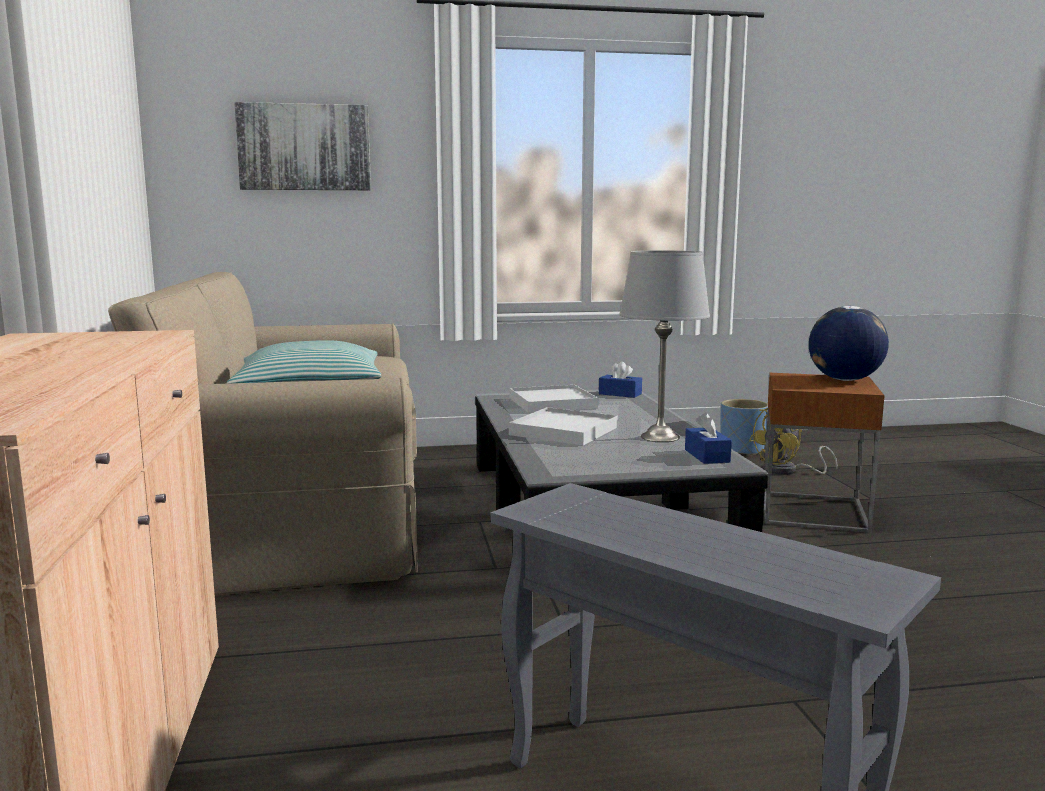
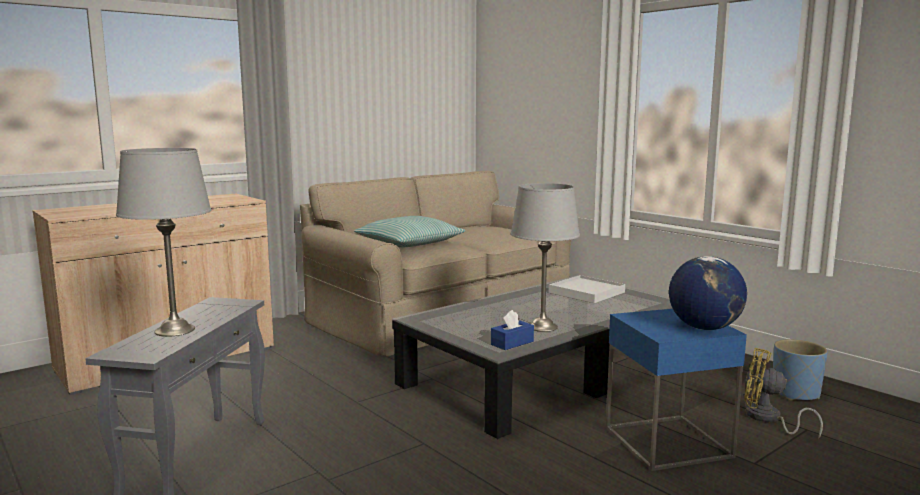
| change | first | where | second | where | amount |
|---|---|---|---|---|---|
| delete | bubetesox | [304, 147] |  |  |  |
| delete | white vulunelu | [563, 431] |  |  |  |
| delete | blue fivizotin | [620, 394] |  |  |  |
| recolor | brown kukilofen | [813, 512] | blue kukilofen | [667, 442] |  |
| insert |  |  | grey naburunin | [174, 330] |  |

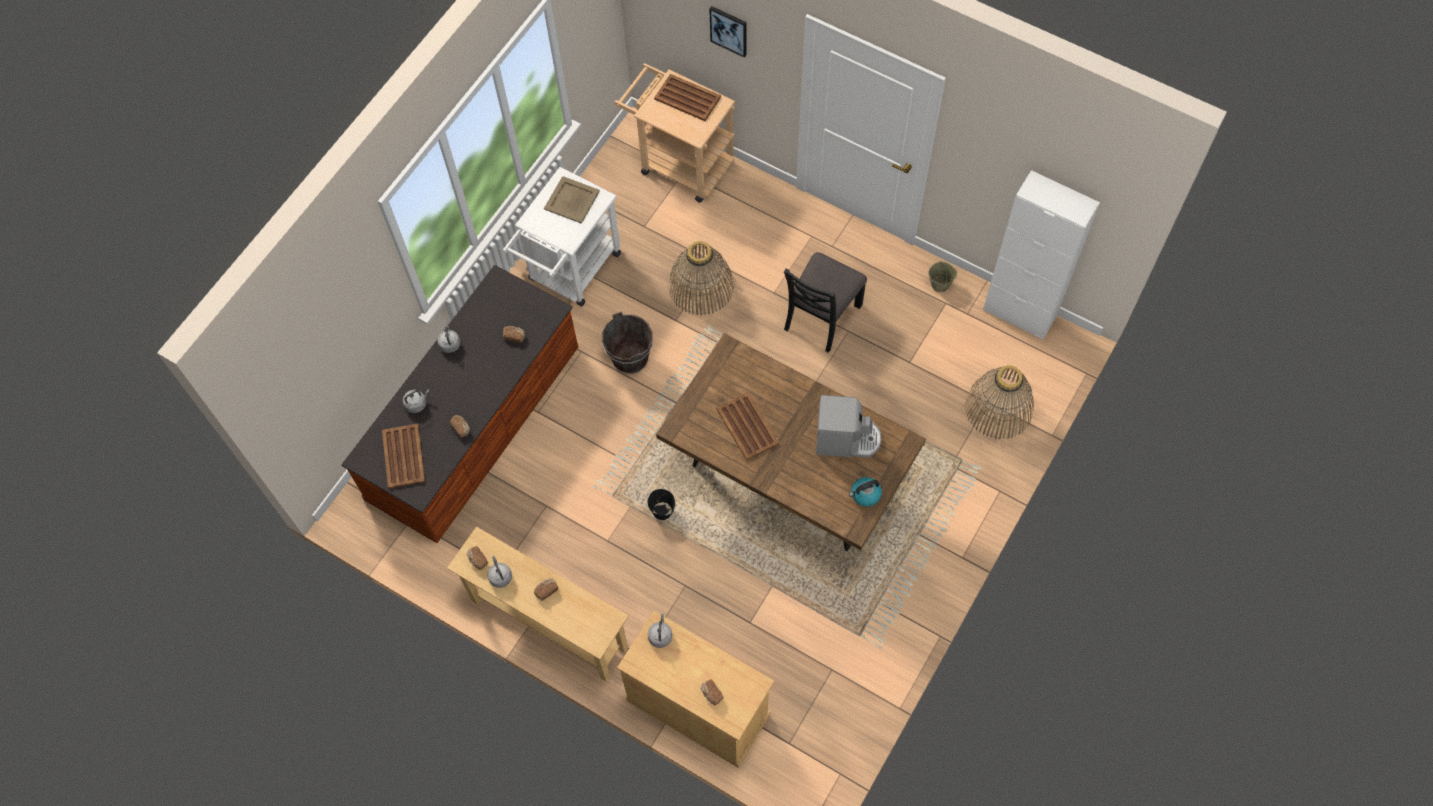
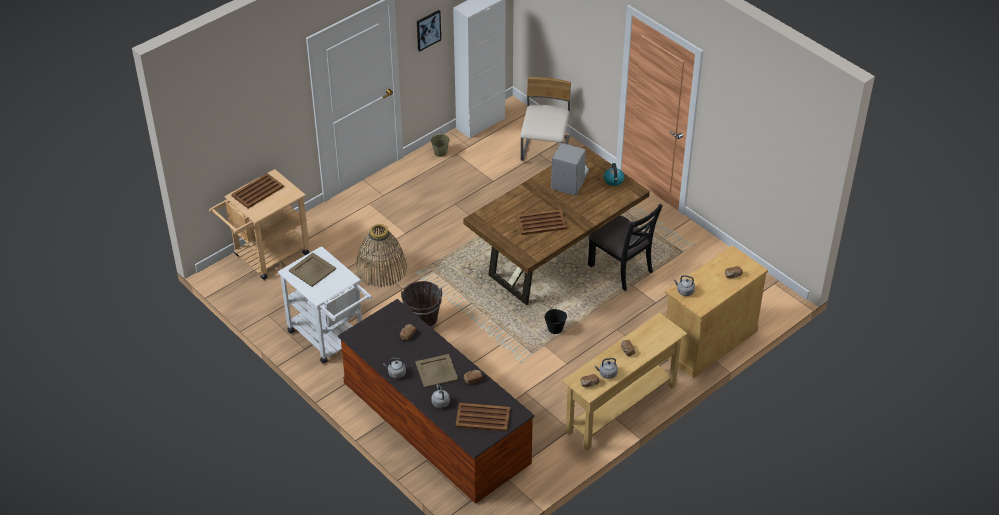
| change | first | where | second | where | amount |
|---|---|---|---|---|---|
| move | bubetesox | [729, 30] |  | [428, 30] |  |
| move | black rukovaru | [821, 317] |  | [621, 268] |  |
| replace | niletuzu | [998, 408] | beige rukovaru | [545, 150] |  |
| insert |  |  | beige vulunelu | [437, 371] |  |

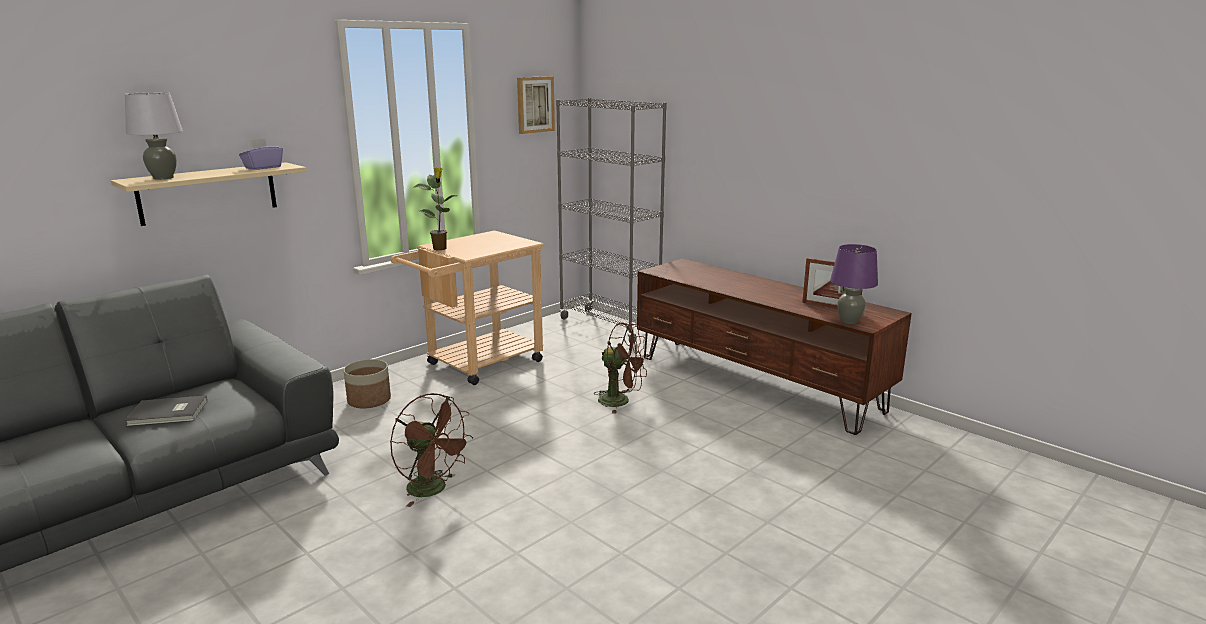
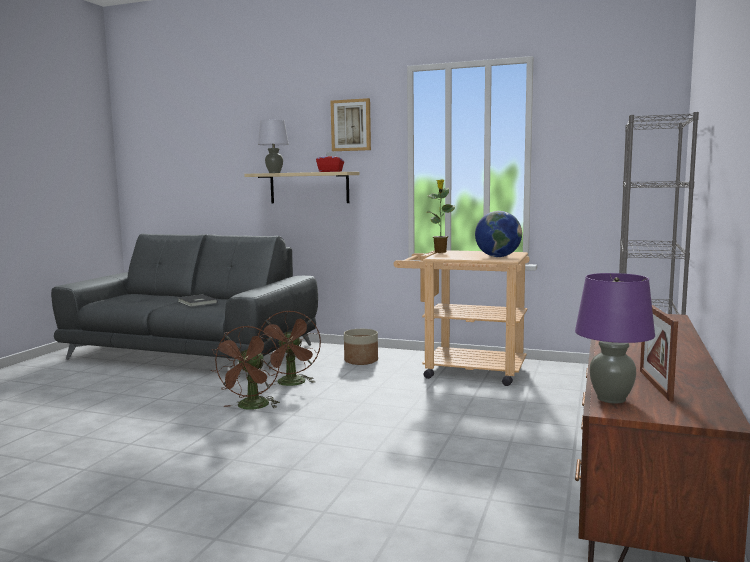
| change | first | where | second | where | amount |
|---|---|---|---|---|---|
| recolor | purple fivizotin | [263, 167] | red fivizotin | [330, 171] |  |
| move | bubetesox | [535, 104] |  | [351, 125] |  |
| move | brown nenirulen | [621, 401] |  | [292, 384] |  |
| insert |  |  | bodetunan | [497, 257] |  |

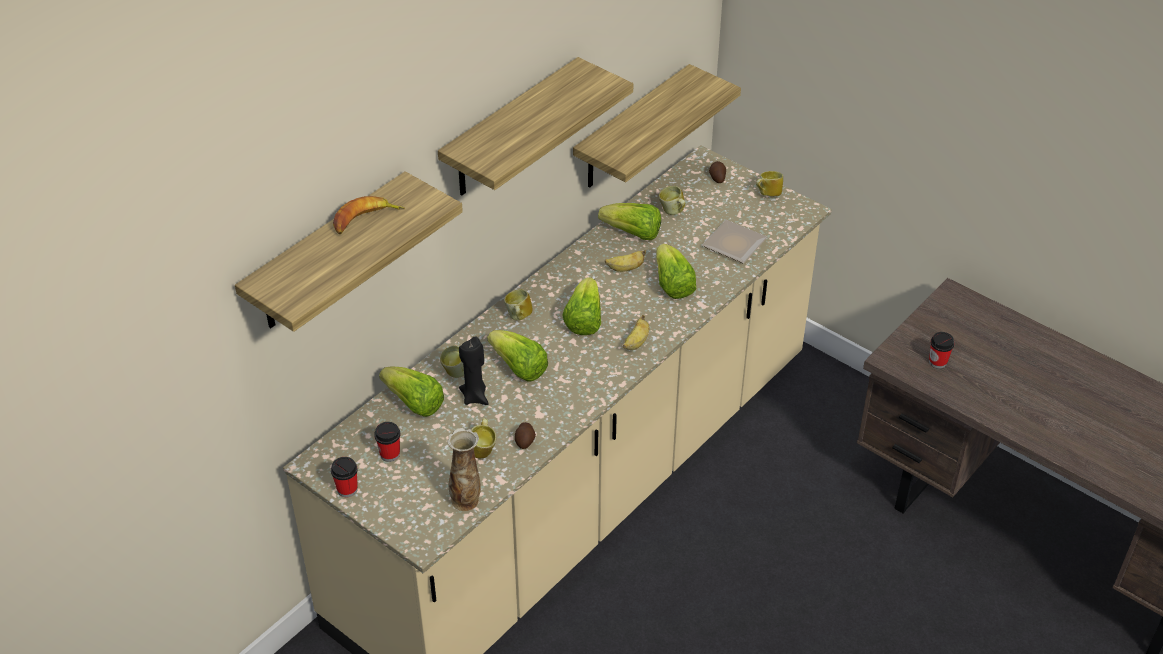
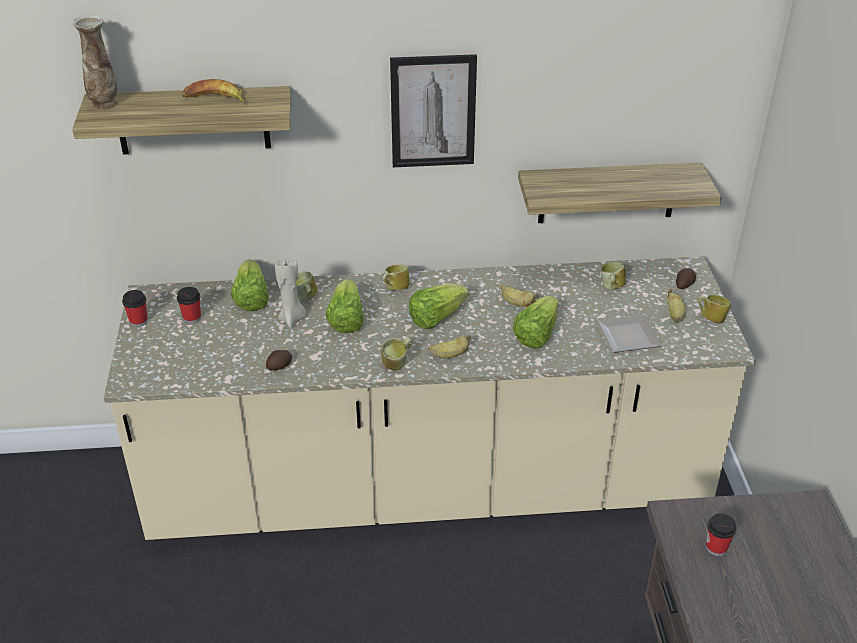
| change | first | where | second | where | amount |
|---|---|---|---|---|---|
| replace | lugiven | [511, 130] | bubetesox | [433, 111] |  |
| move | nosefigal | [466, 500] |  | [104, 104] |  |
| recolor | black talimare | [475, 396] | beige talimare | [292, 319] |  |
| move | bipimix | [483, 449] |  | [397, 364] |  |
| delete | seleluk | [632, 233] |  |  |  |
| insert |  |  | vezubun | [674, 315] |  |

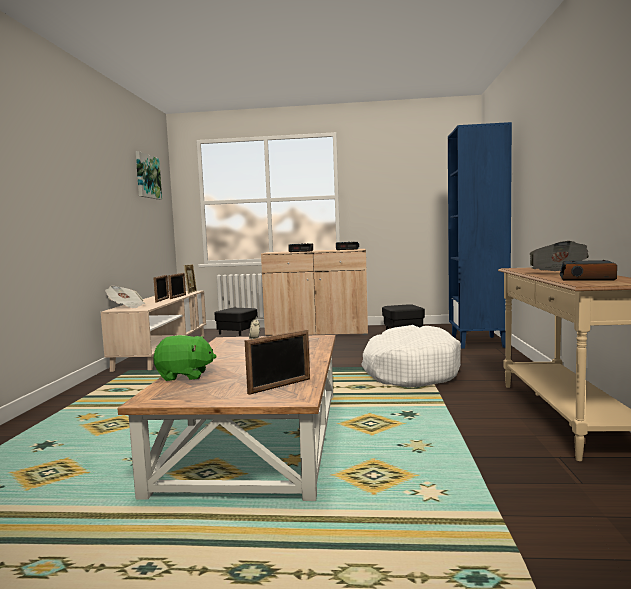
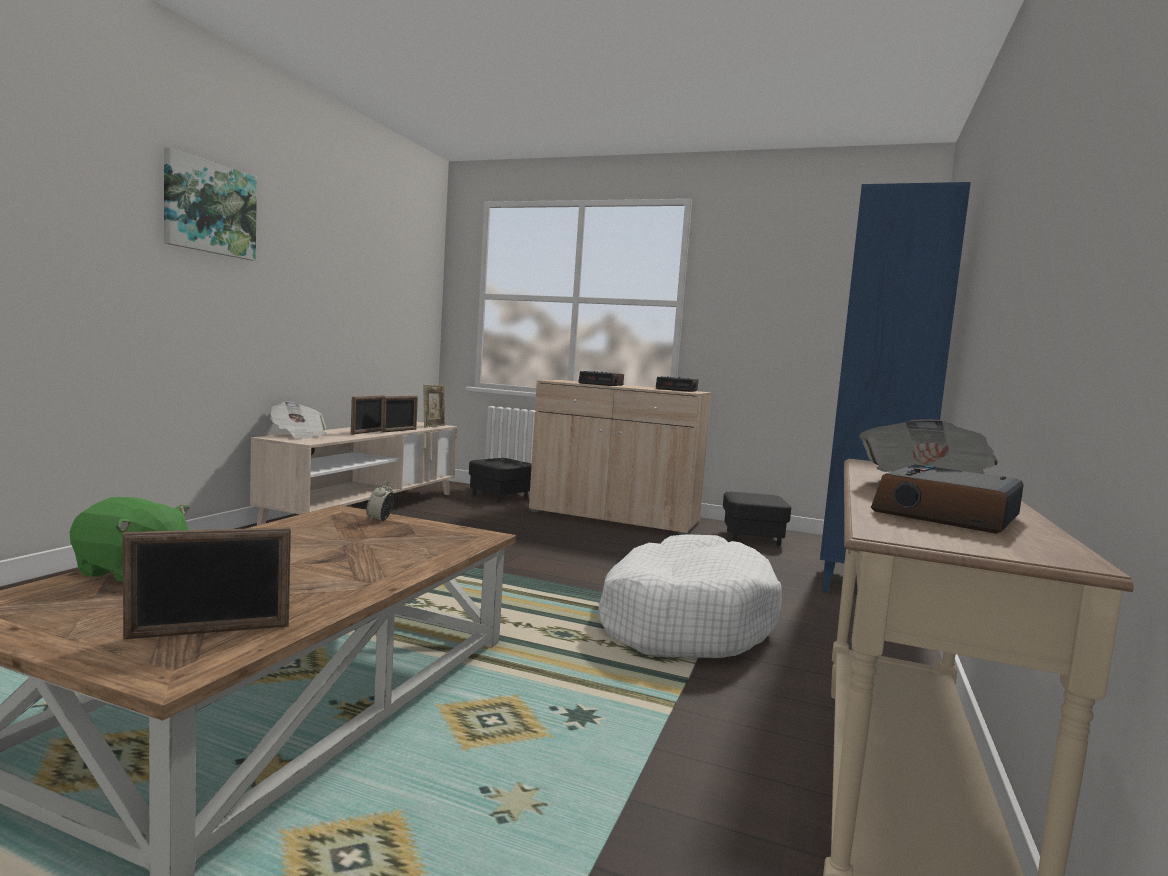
| change | first | where | second | where | amount |
|---|---|---|---|---|---|
| move | bubetesox | [147, 176] |  | [209, 208] |  |

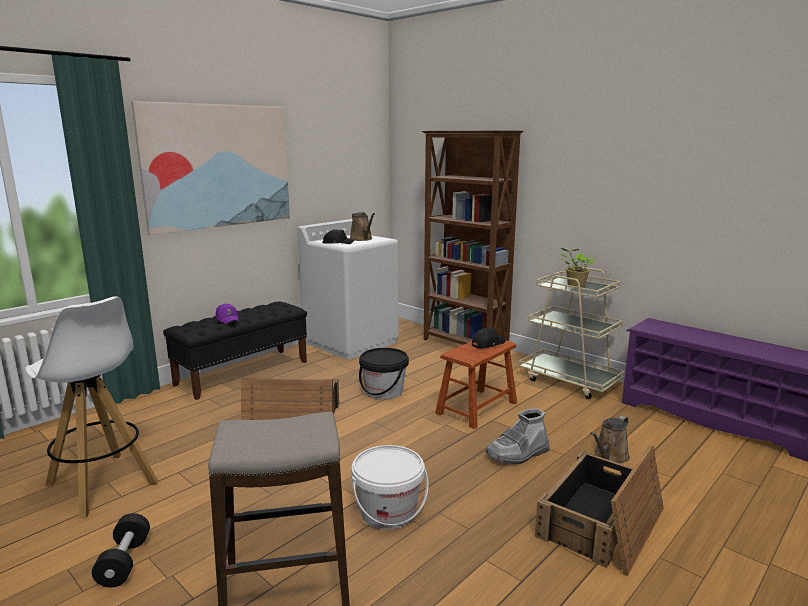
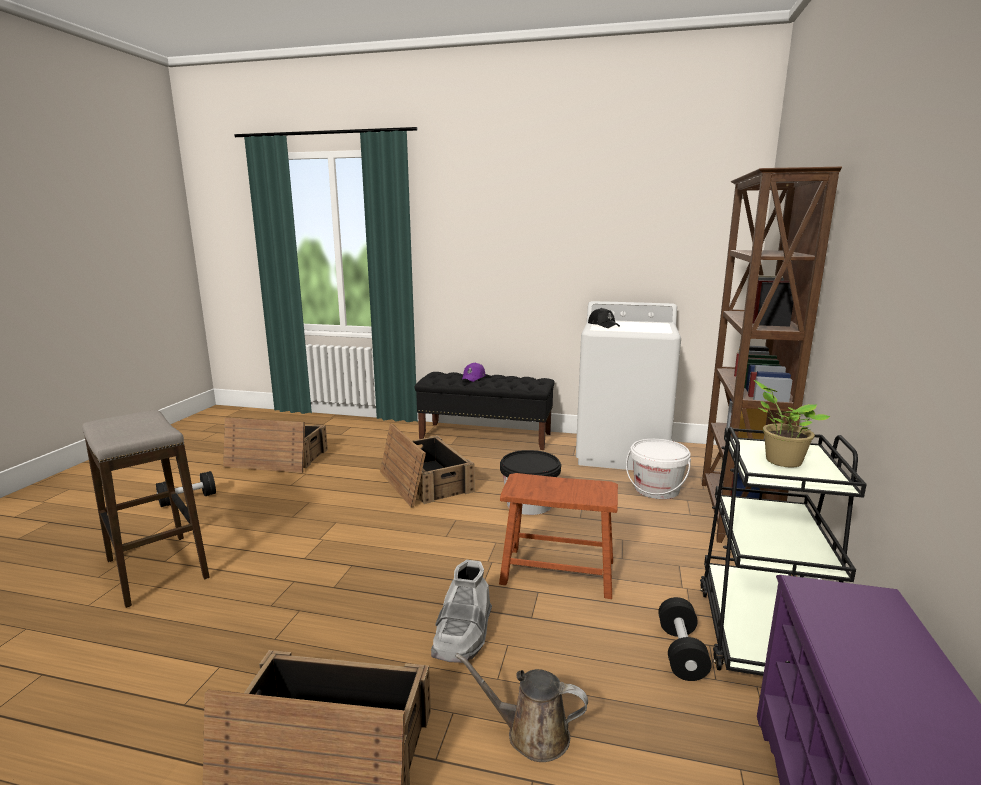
| change | first | where | second | where | amount |
|---|---|---|---|---|---|
| replace | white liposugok | [102, 484] | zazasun | [276, 459] |  |
| delete | bubetesox | [218, 166] |  |  |  |
| delete | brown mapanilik | [362, 239] |  |  |  |
| move | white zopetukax | [388, 512] |  | [656, 489] |  |
| delete | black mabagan | [487, 344] |  |  |  |
| rotate | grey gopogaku | [517, 454] |  | [463, 635] | 105 degrees counterclockwise |
| recolor | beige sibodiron | [569, 381] | black sibodiron | [759, 633] |  |
| insert |  |  | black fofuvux | [681, 652] |  |

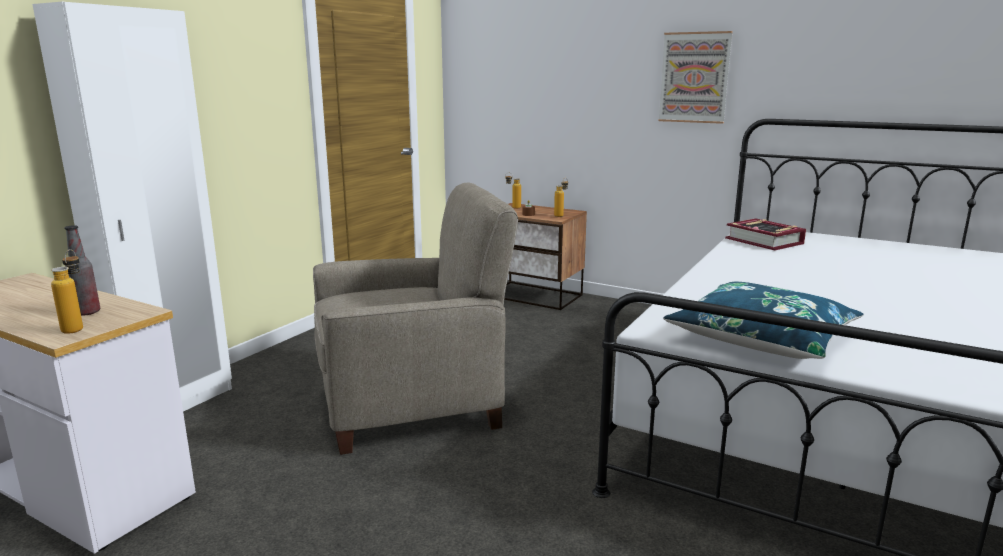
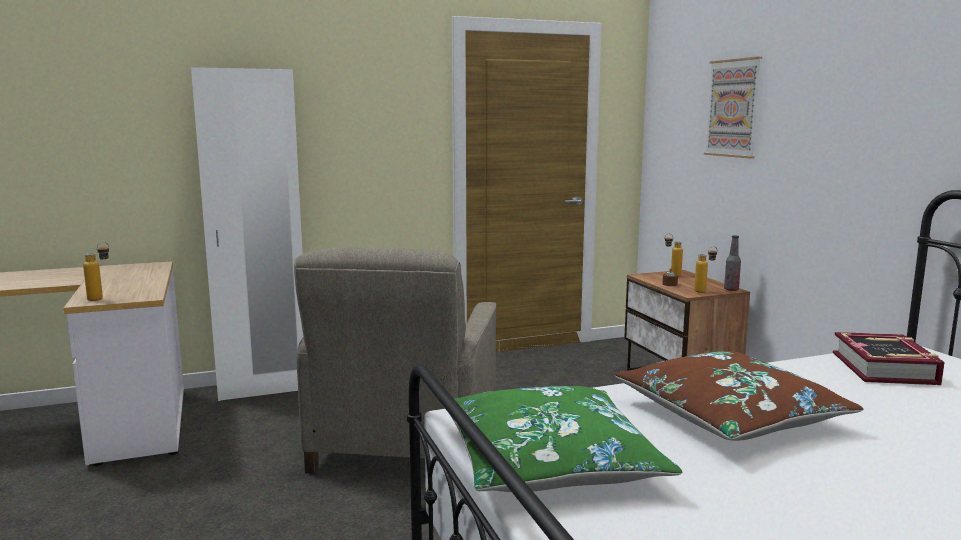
| change | first | where | second | where | amount |
|---|---|---|---|---|---|
| move | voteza | [87, 312] |  | [731, 289] |  |
| rotate | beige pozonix | [411, 402] |  | [404, 444] | 75 degrees clockwise |
| move | bubetesox | [694, 77] |  | [733, 108] |  |
| recolor | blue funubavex | [761, 338] | green funubavex | [549, 461] |  |
| insert |  |  | brown funubavex | [730, 416] |  |

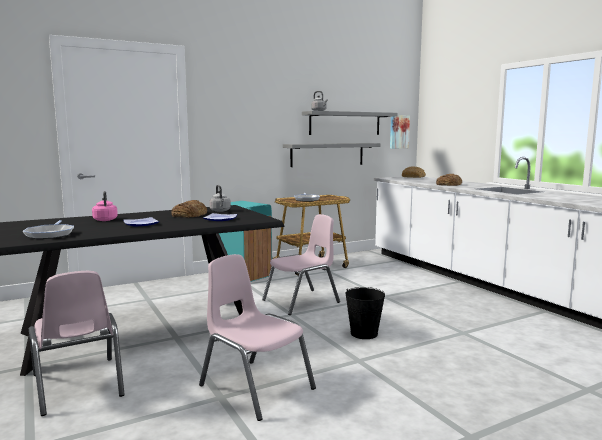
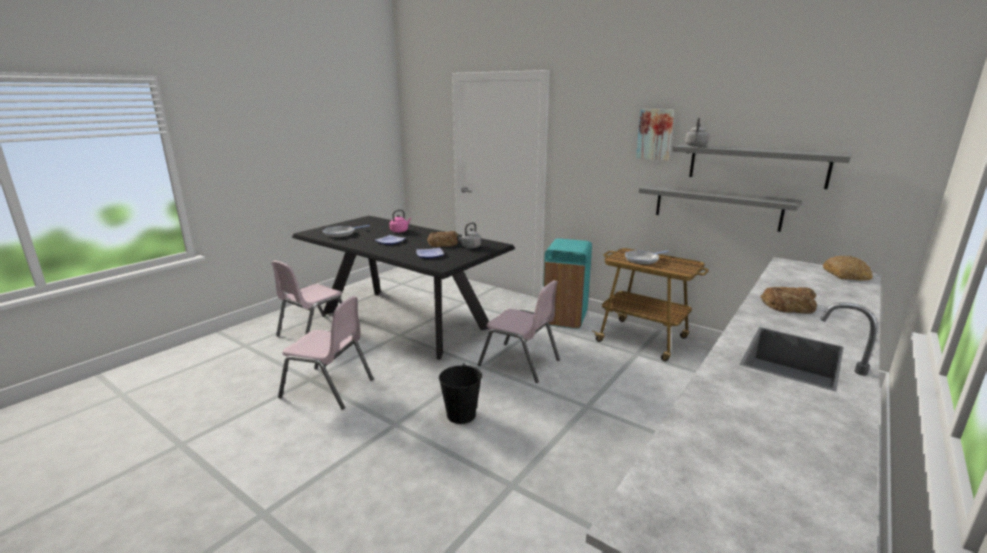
| change | first | where | second | where | amount |
|---|---|---|---|---|---|
| rotate | pink rukovaru | [256, 387] |  | [328, 388] | 90 degrees clockwise |
| move | bubetesox | [398, 132] |  | [655, 134] |  |

